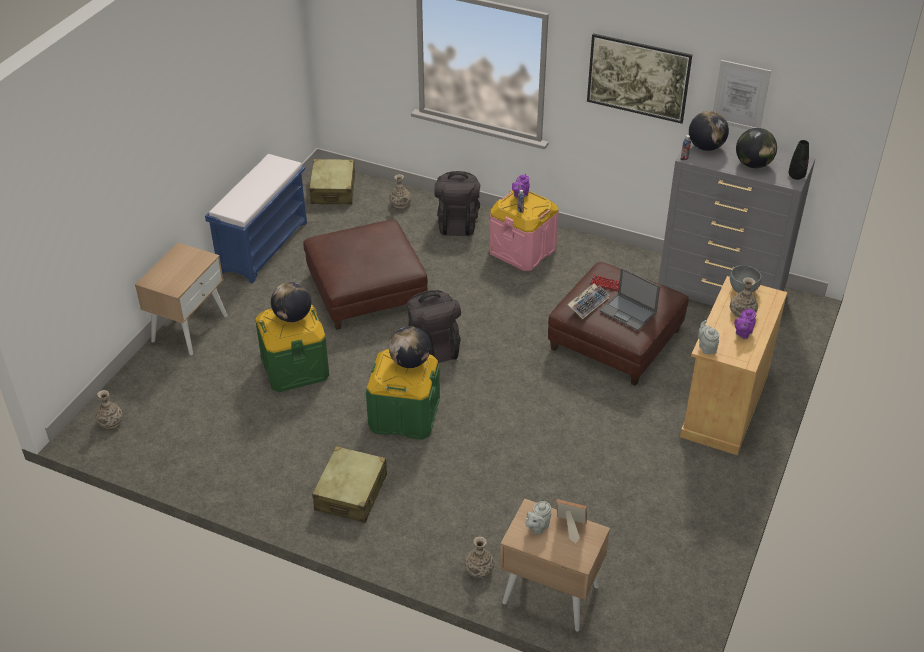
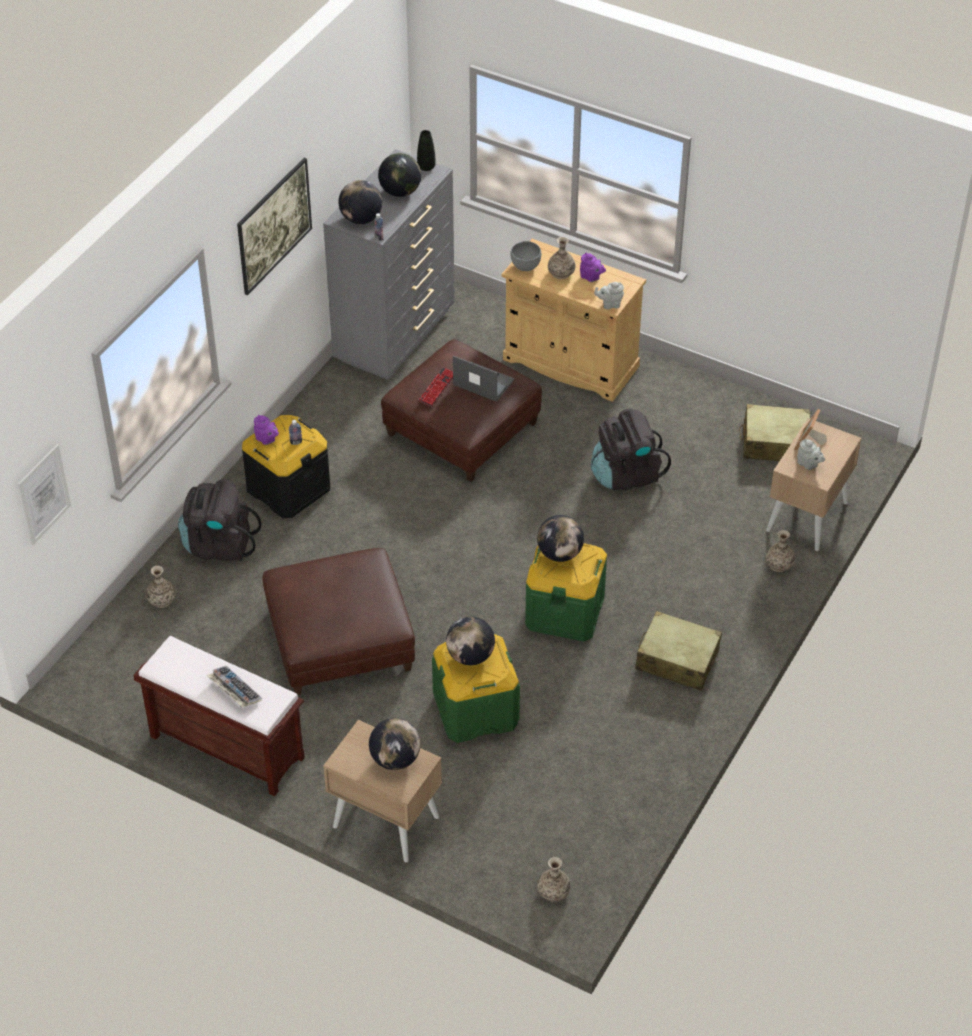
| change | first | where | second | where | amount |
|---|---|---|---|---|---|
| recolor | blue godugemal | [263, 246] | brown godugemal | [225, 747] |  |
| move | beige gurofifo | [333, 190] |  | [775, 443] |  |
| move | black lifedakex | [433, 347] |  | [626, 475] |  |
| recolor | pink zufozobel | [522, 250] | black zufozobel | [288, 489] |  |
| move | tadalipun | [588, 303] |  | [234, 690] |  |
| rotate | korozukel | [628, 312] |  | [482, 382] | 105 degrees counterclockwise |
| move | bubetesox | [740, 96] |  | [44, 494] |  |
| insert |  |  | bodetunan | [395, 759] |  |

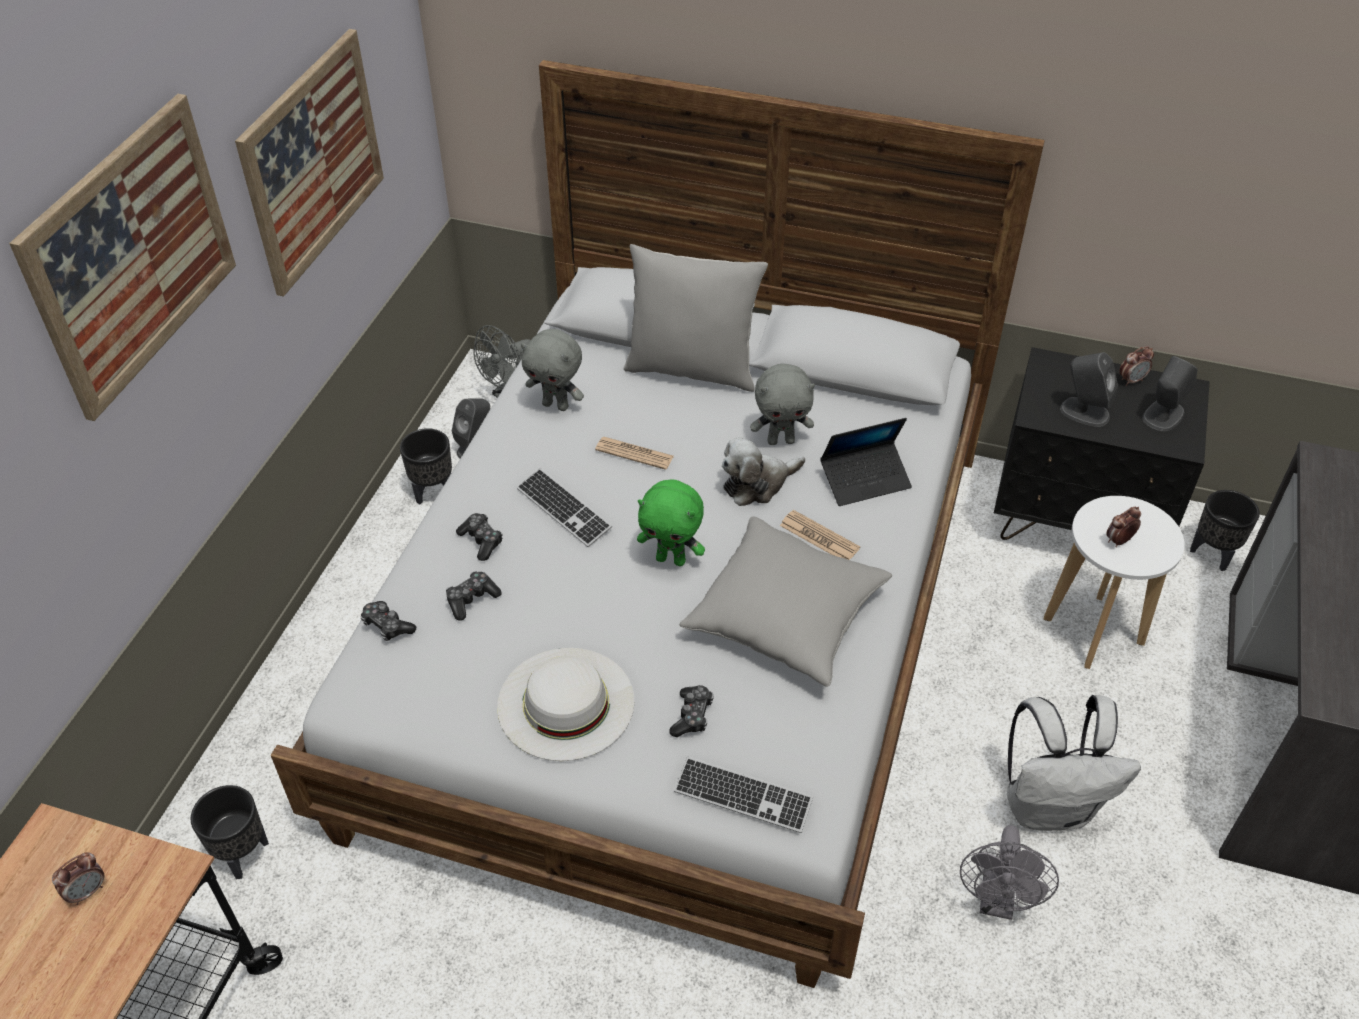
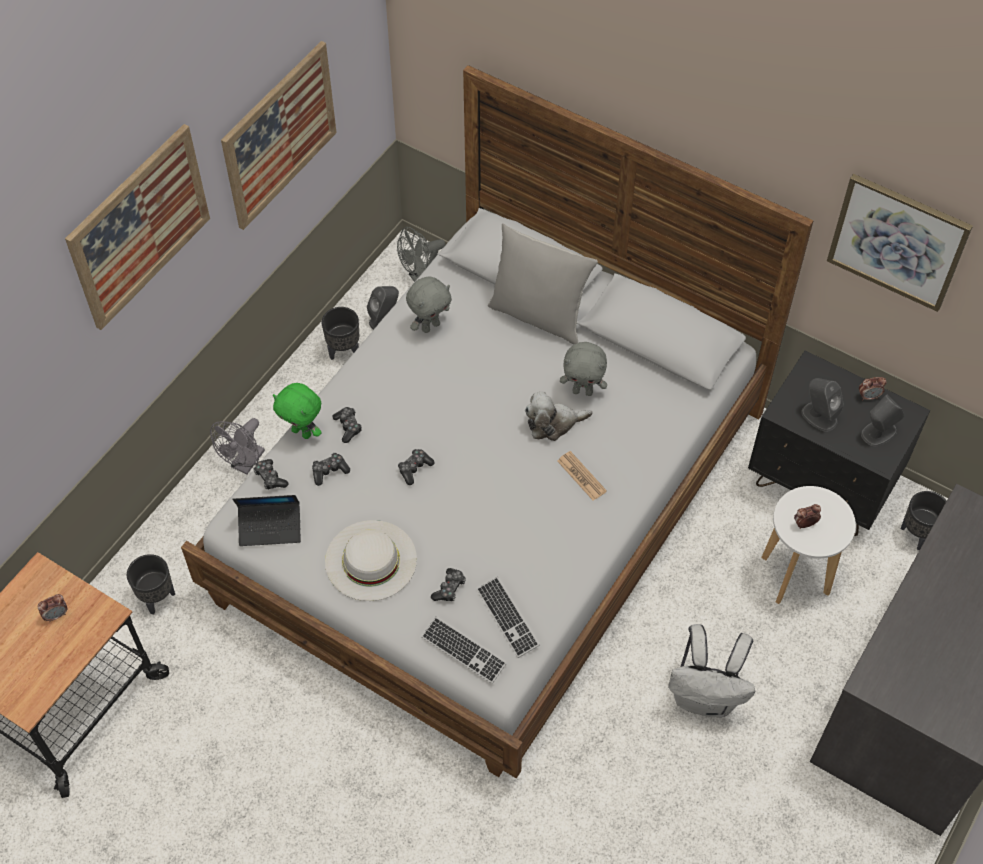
| change | first | where | second | where | amount |
|---|---|---|---|---|---|
| move | tadalipun | [563, 509] |  | [507, 618] |  |
| rotate | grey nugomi | [556, 405] |  | [430, 326] | 75 degrees counterclockwise |
| delete | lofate | [634, 453] |  |  |  |
| move | green nugomi | [671, 559] |  | [302, 432] |  |
| delete | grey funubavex | [785, 616] |  |  |  |
| move | korozukel | [865, 480] |  | [270, 527] |  |
| move | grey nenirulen | [997, 902] |  | [245, 464] |  |
| insert |  |  | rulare | [414, 468] |  |
| insert |  |  | bubetesox | [898, 241] |  |

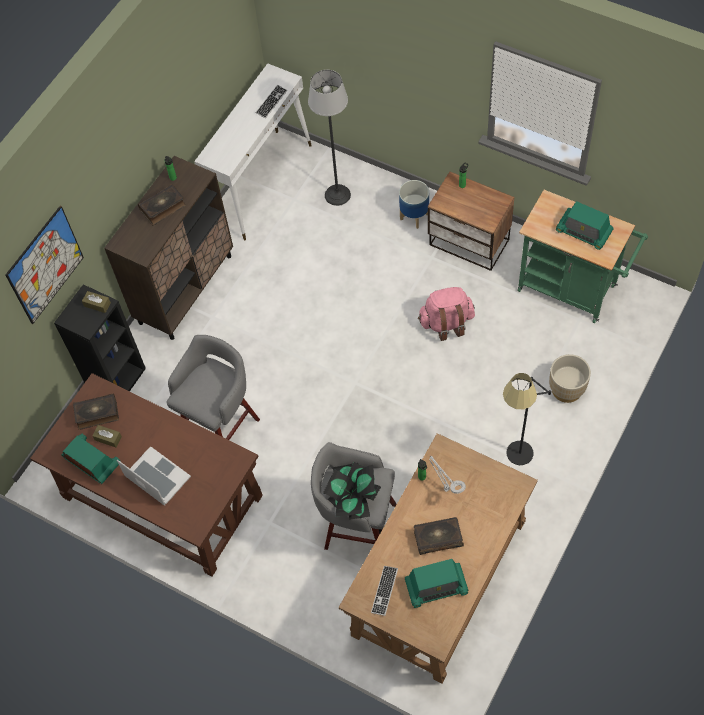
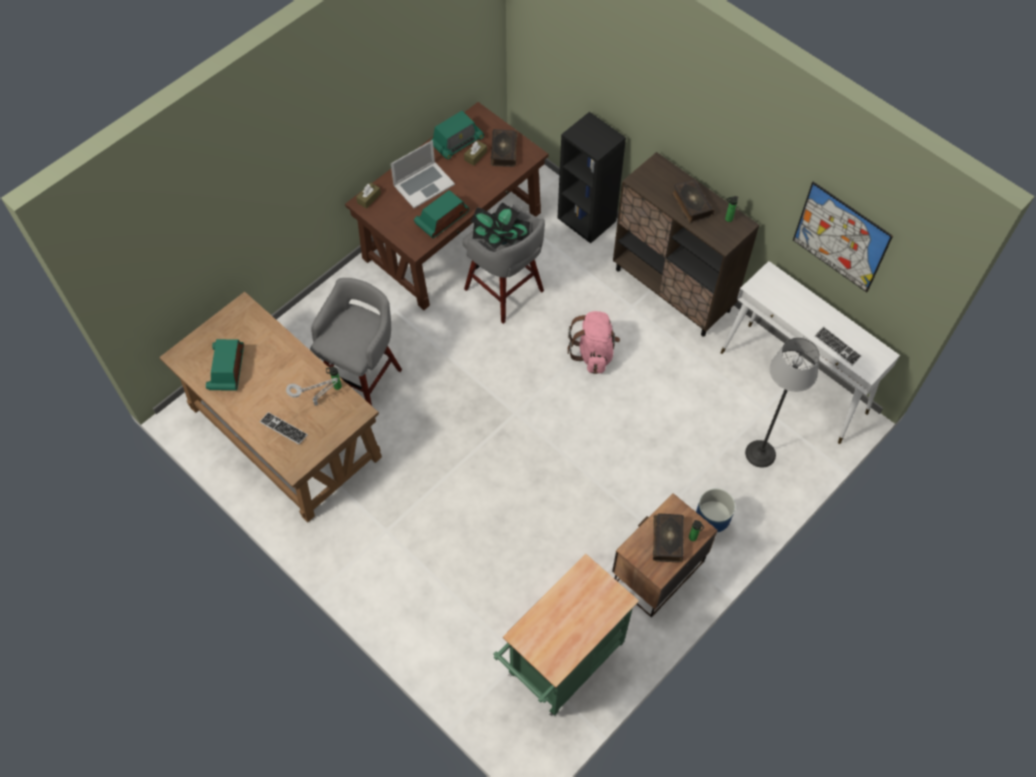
| change | first | where | second | where | amount |
|---|---|---|---|---|---|
| move | bubetesox | [45, 265] |  | [841, 237] |  |
| move | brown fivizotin | [97, 304] |  | [369, 198] |  |
| move | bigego | [352, 498] |  | [501, 240] |  |
| move | tadalipun | [384, 591] |  | [283, 429] |  |
| move | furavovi | [438, 538] |  | [668, 540] |  |
| move | pink lifedakex | [446, 323] |  | [593, 353] |  |
| delete | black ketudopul | [514, 463] |  |  |  |
| delete | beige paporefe | [567, 389] |  |  |  |
| move | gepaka | [583, 231] |  | [442, 219] |  |

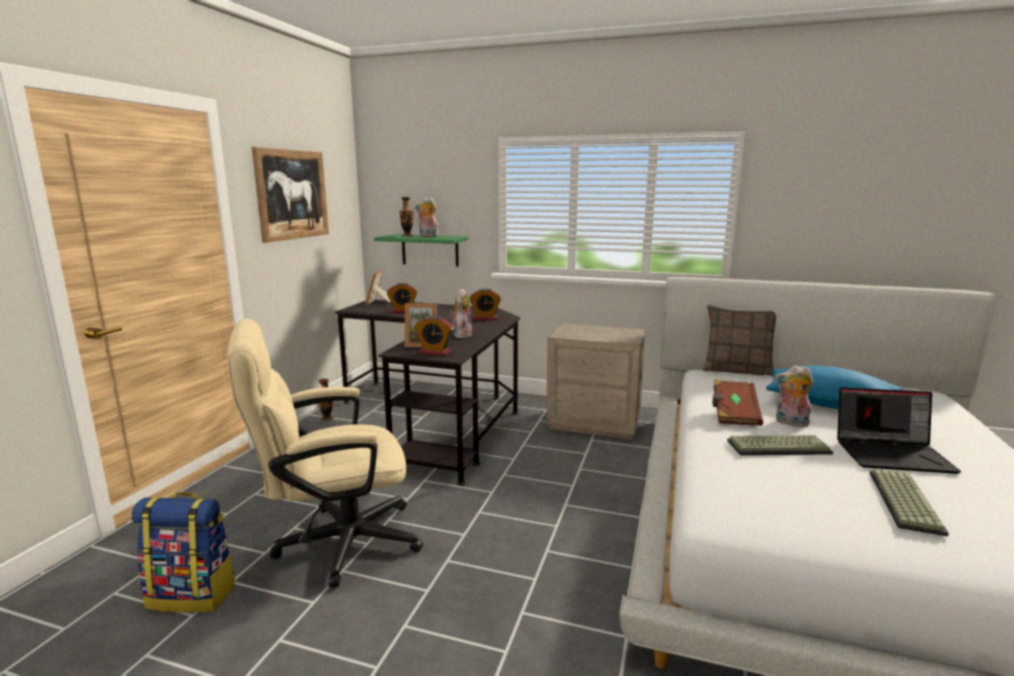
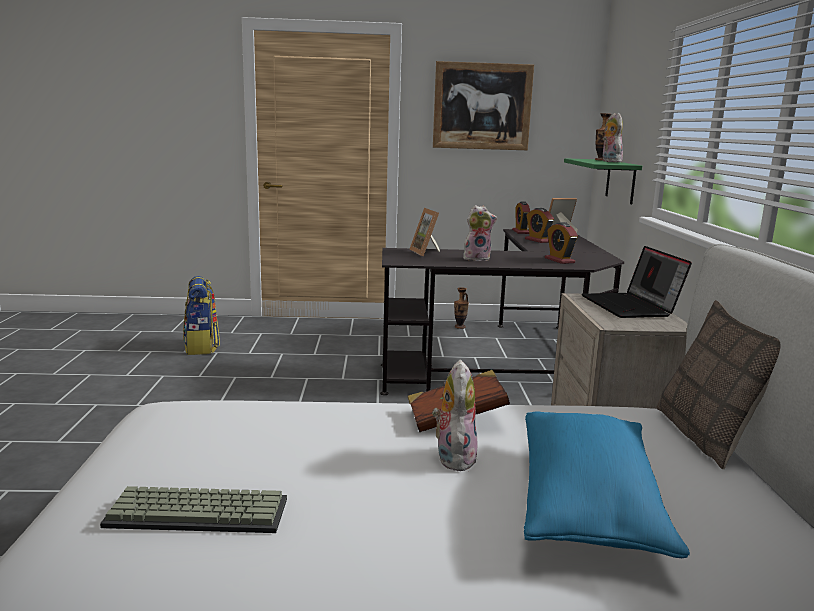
| change | first | where | second | where | amount |
|---|---|---|---|---|---|
| delete | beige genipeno | [335, 543] |  |  |  |
| move | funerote | [434, 352] |  | [521, 232] |  |
| delete | tadalipun | [778, 446] |  |  |  |
| move | korozukel | [892, 454] |  | [631, 307] |  |

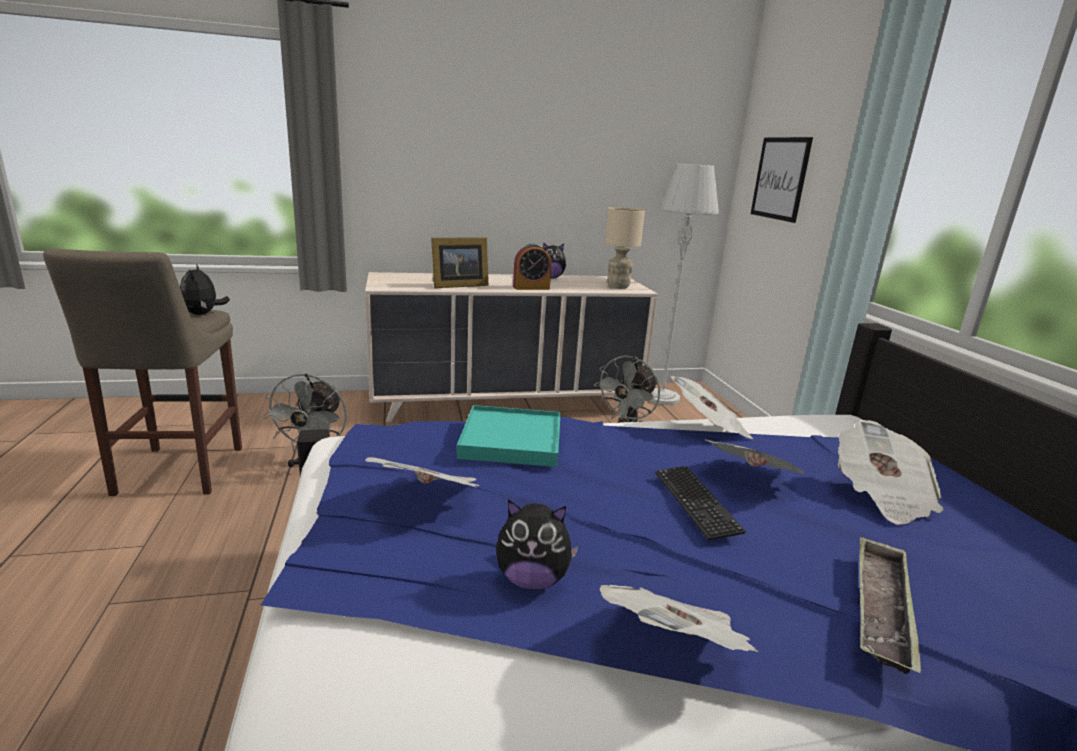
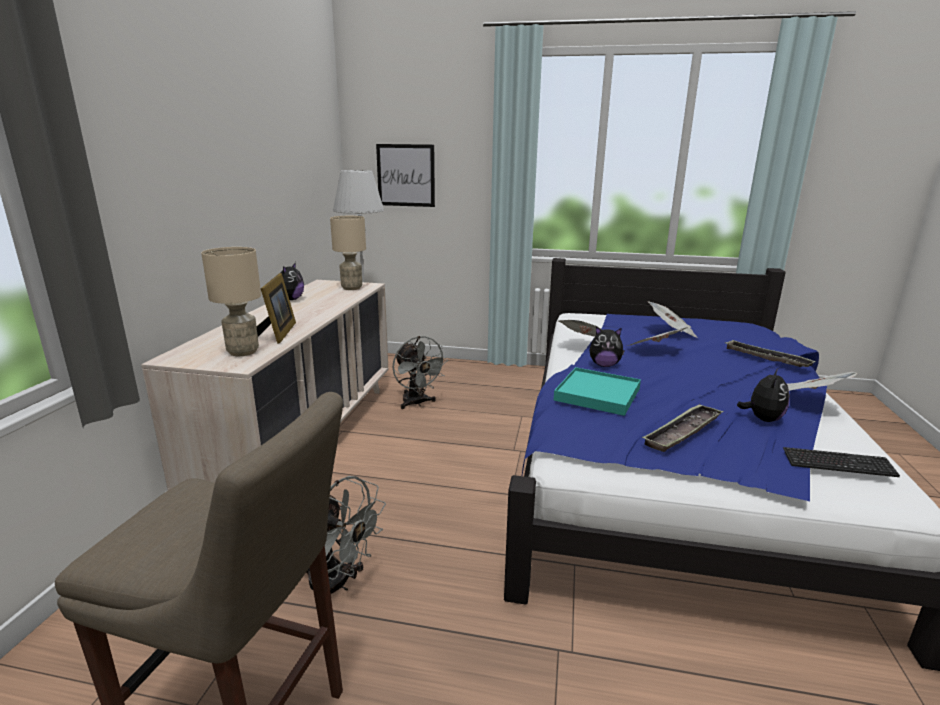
| change | first | where | second | where | amount |
|---|---|---|---|---|---|
| move | nugomi | [203, 314] |  | [604, 365] |  |
| replace | lofate | [429, 499] | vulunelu | [682, 432] |  |
| delete | funerote | [531, 288] |  |  |  |
| move | tadalipun | [695, 503] |  | [838, 464] |  |
| insert |  |  | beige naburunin | [243, 352] |  |

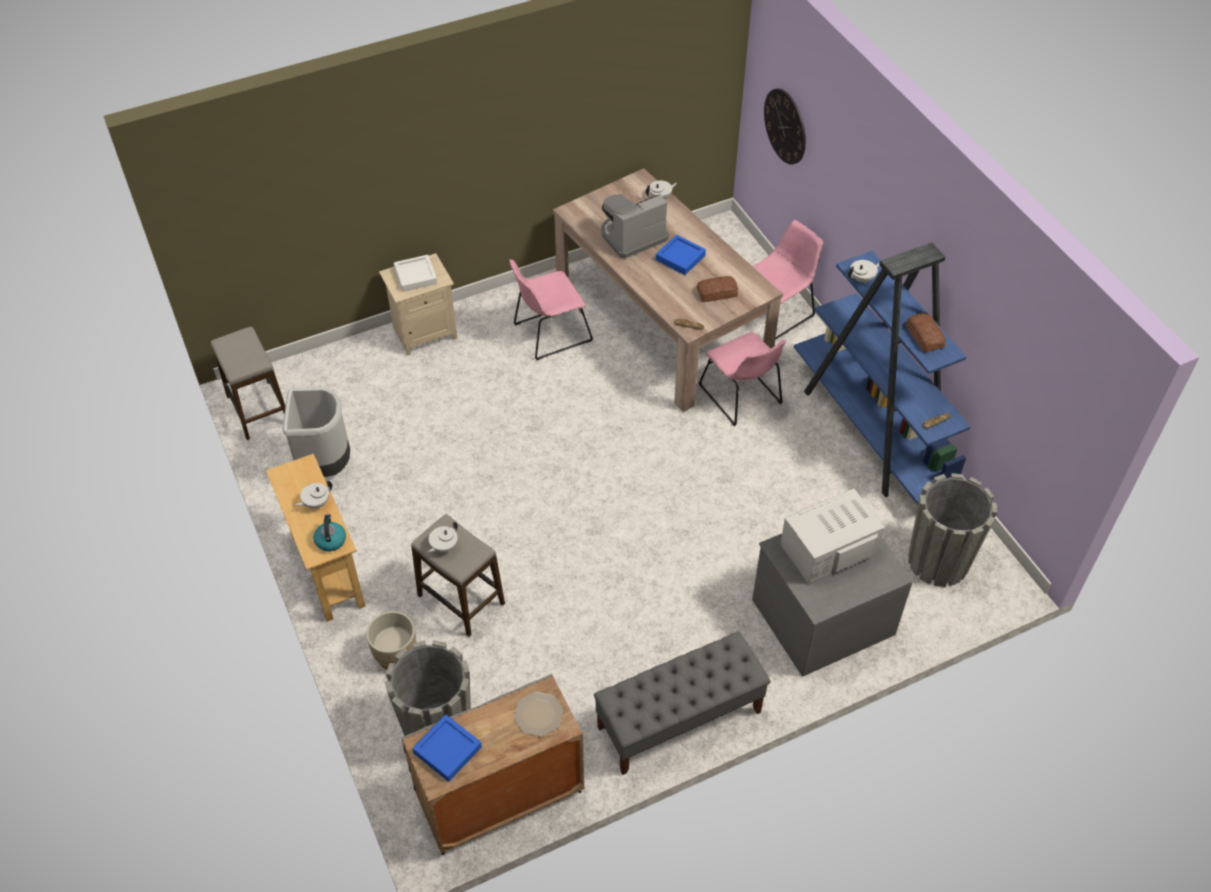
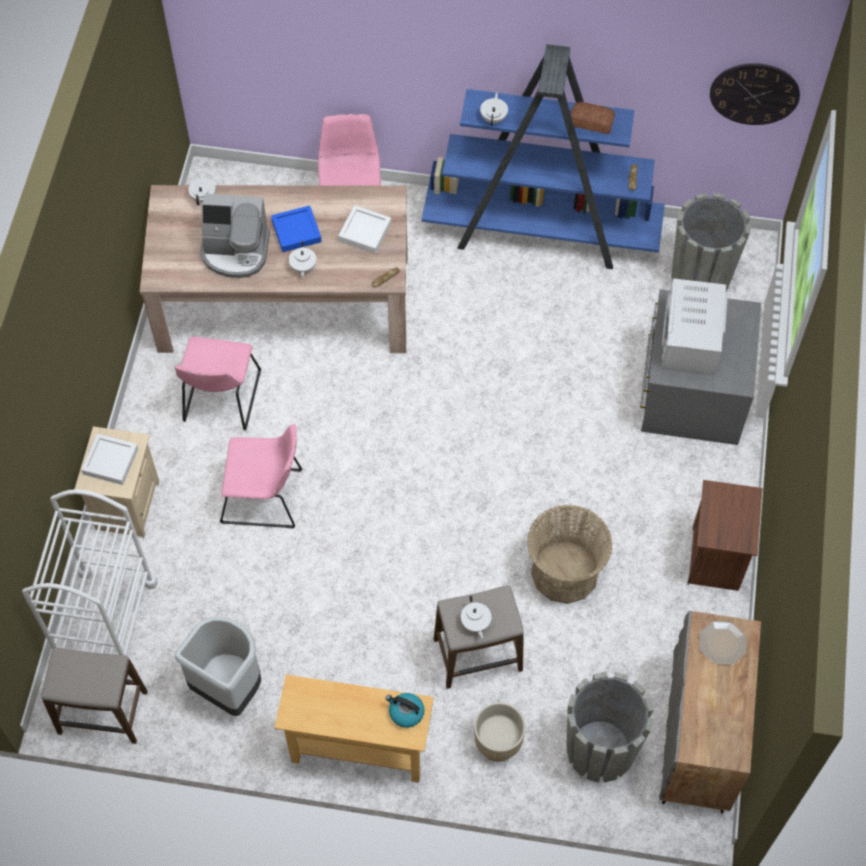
| change | first | where | second | where | amount |
|---|---|---|---|---|---|
| move | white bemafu | [316, 503] |  | [303, 267] |  |
| delete | blue vulunelu | [447, 750] |  |  |  |
| replace | grey godugemal | [679, 720] | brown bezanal | [716, 558] |  |
| rotate | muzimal | [632, 237] |  | [236, 251] | 90 degrees counterclockwise |
| replace | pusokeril | [717, 293] | white vulunelu | [365, 232] |  |
| move | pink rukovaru | [742, 397] |  | [266, 497] |  |
| move | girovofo | [785, 126] |  | [754, 93] |  |
| insert |  |  | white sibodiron | [106, 621] |  |
| insert |  |  | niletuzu | [564, 572] |  |

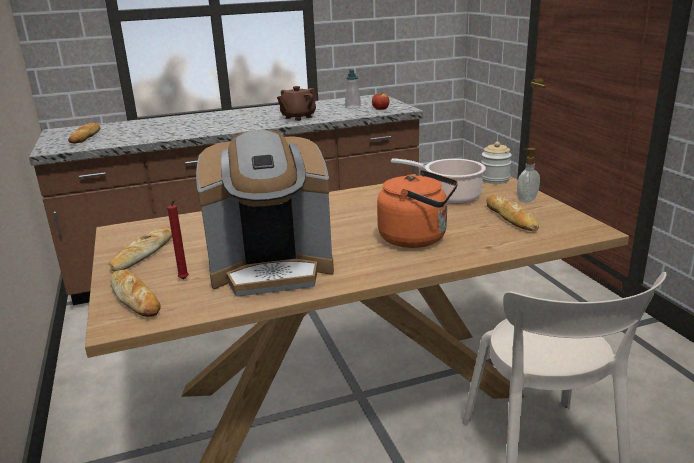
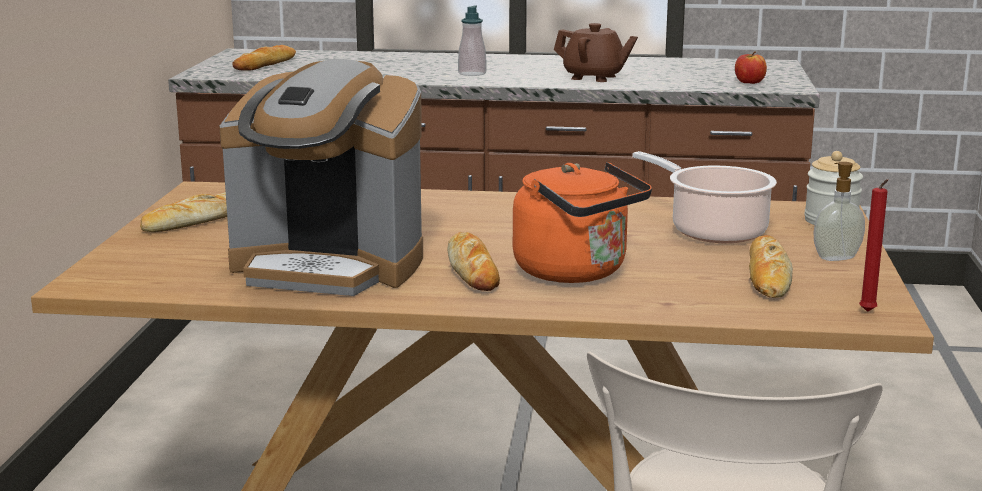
| change | first | where | second | where | amount |
|---|---|---|---|---|---|
| move | pusokeril | [135, 297] |  | [473, 269] |  |
| move | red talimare | [184, 280] |  | [868, 312] |  |
| rotate | brown bemafu | [298, 117] |  | [594, 77] | 135 degrees counterclockwise |
| move | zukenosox | [353, 107] |  | [472, 73] |  |

